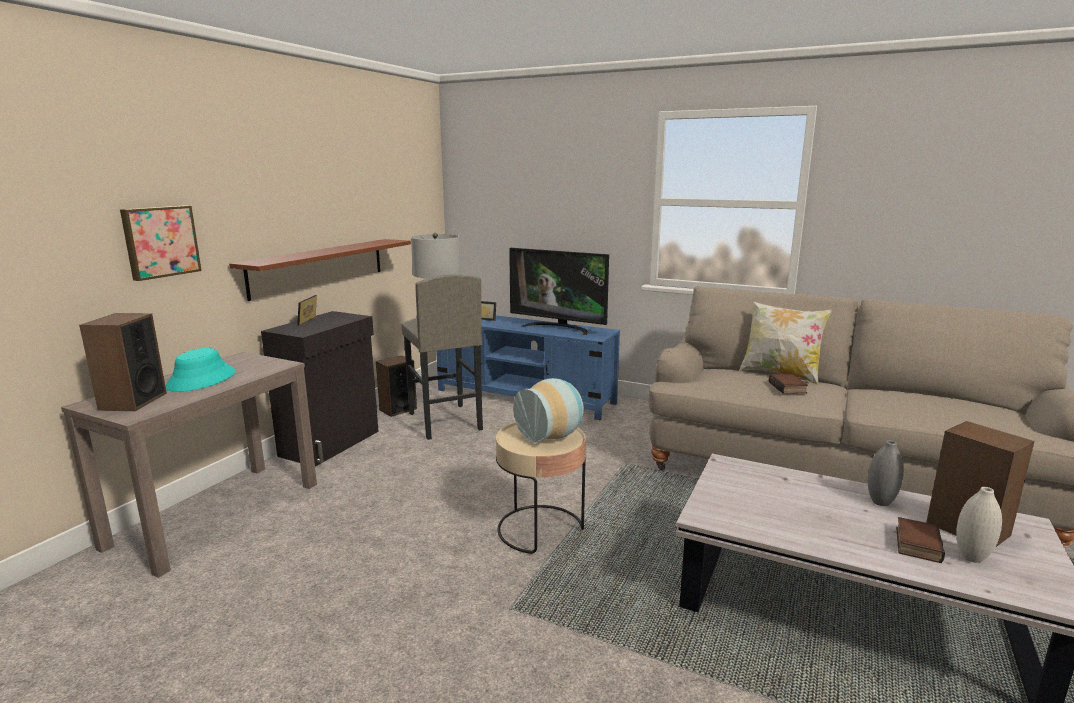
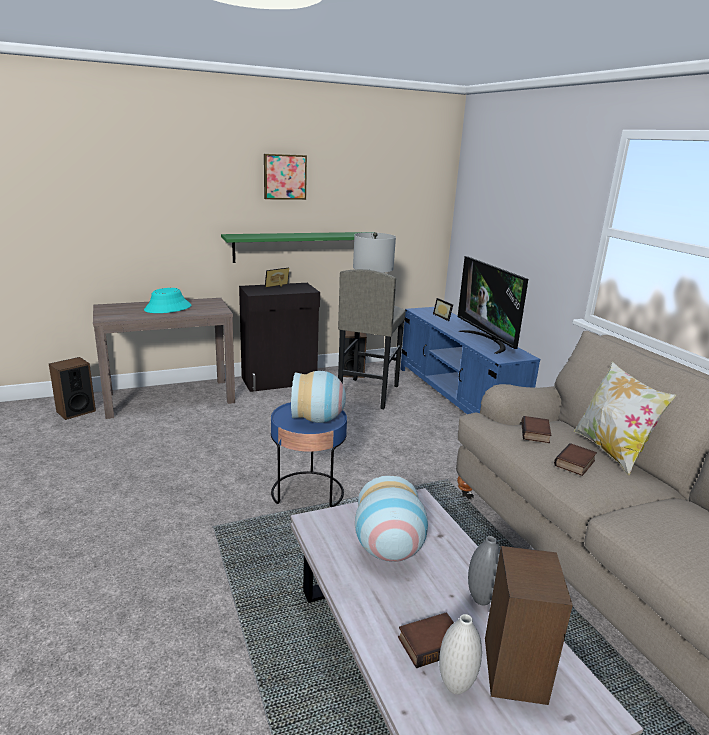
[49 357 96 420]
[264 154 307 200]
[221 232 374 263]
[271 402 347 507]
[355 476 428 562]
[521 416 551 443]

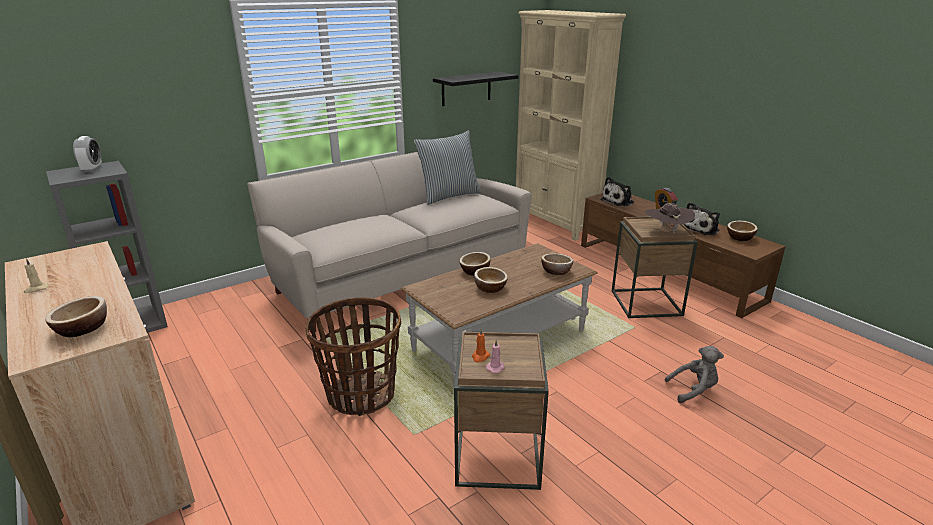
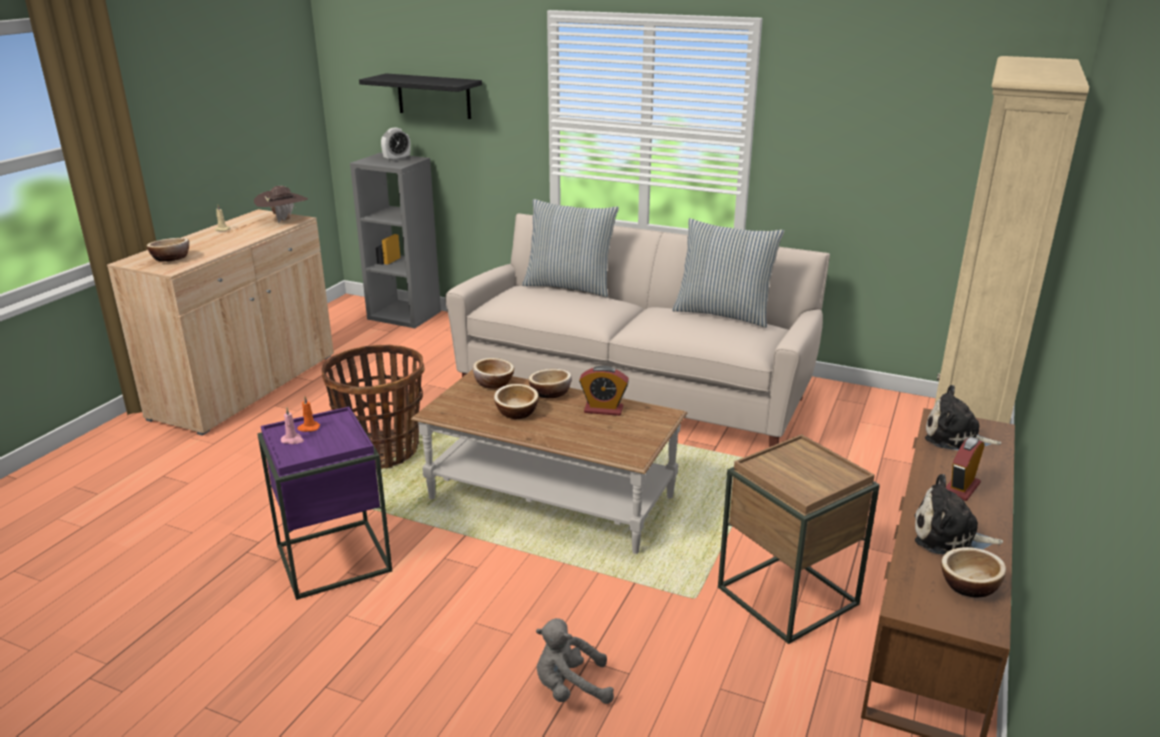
[359 73 482 119]
[257 407 392 600]
[473 358 514 389]
[254 186 308 223]
[536 618 614 704]
[522 199 619 297]
[579 366 629 416]

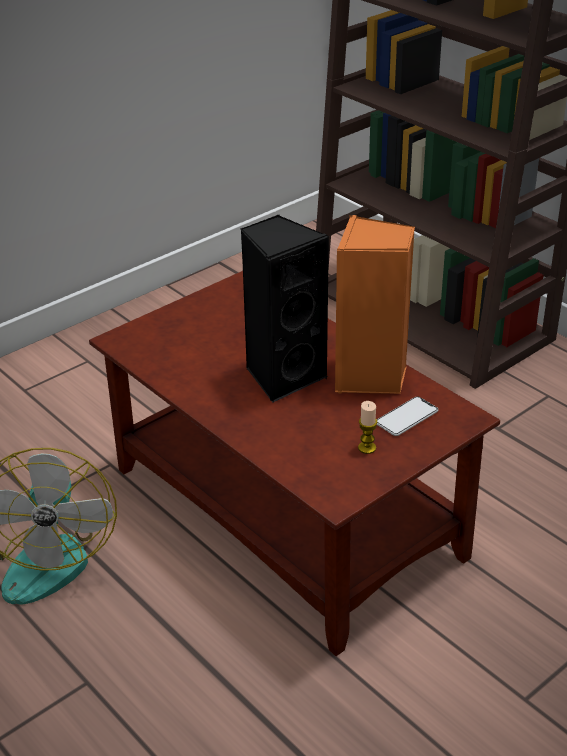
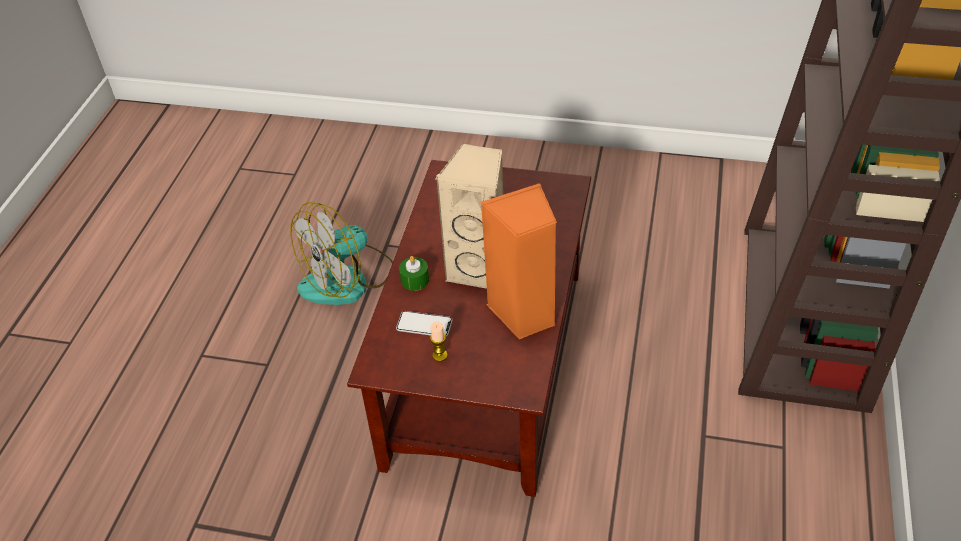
[435 144 503 289]
[396 311 453 337]
[399 256 429 291]

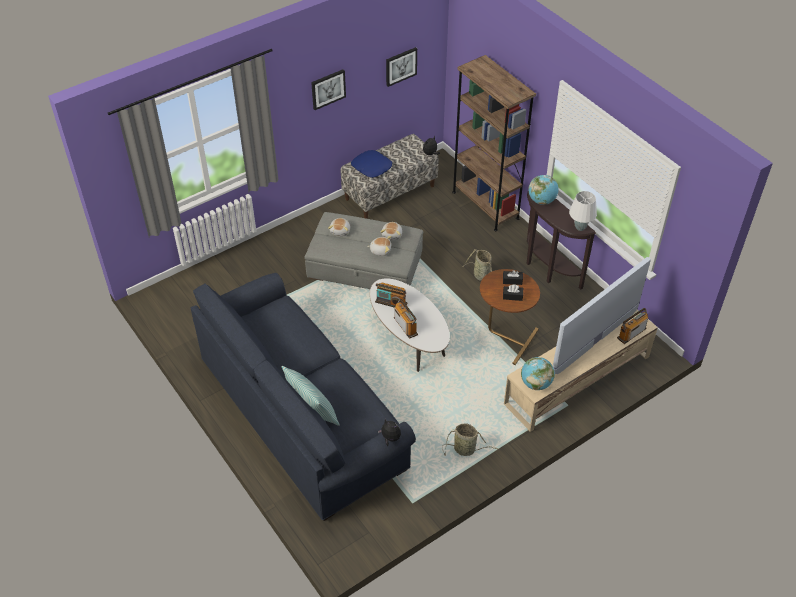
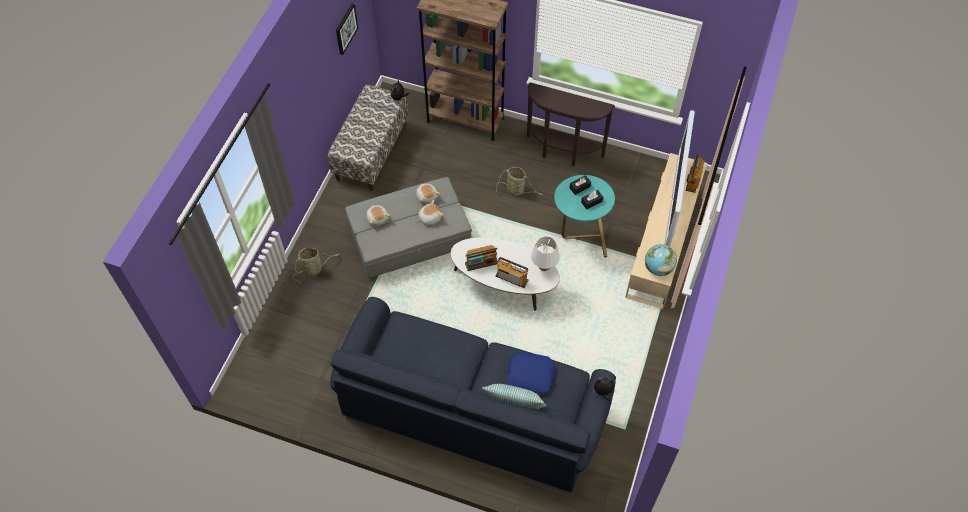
[311 69 346 110] (first image)
[507 352 555 393]
[293 247 339 284]
[554 175 615 257]
[529 175 558 205] (first image)
[531 236 560 271]

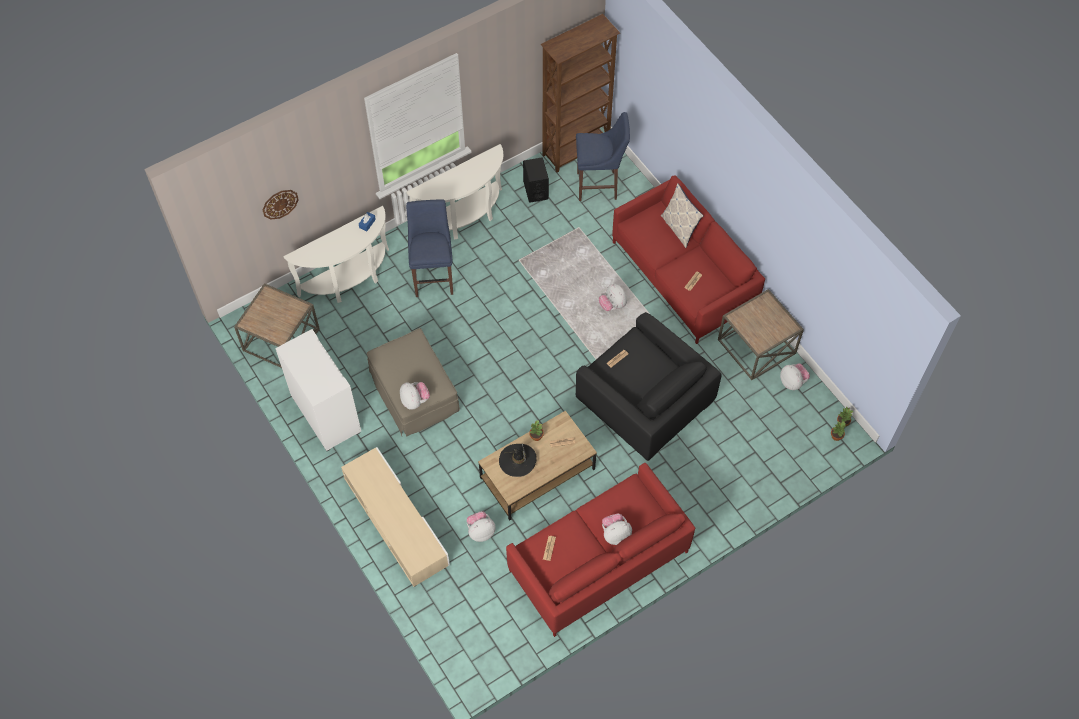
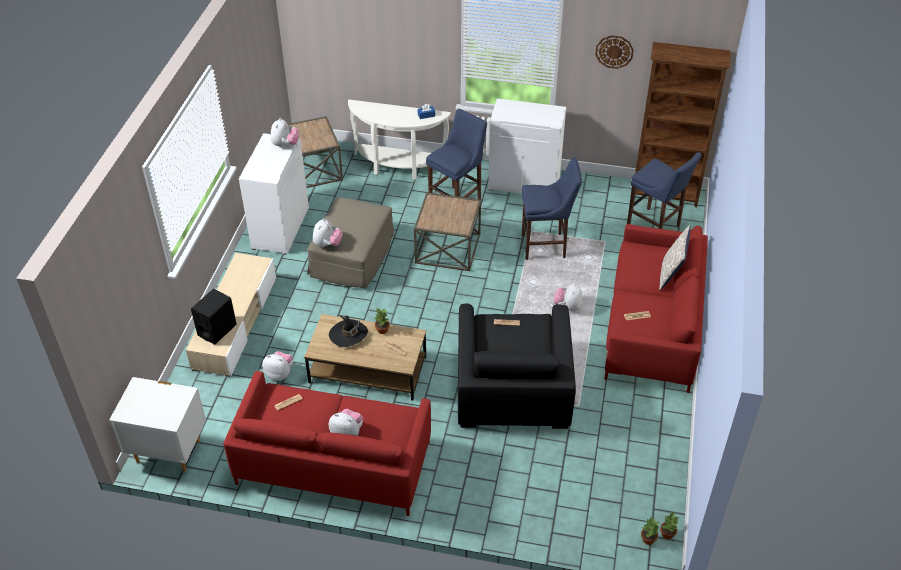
[595 35 634 69]
[488 98 566 194]
[191 289 237 345]
[414 192 481 271]
[271 118 299 148]
[109 377 206 472]
[522 158 582 260]

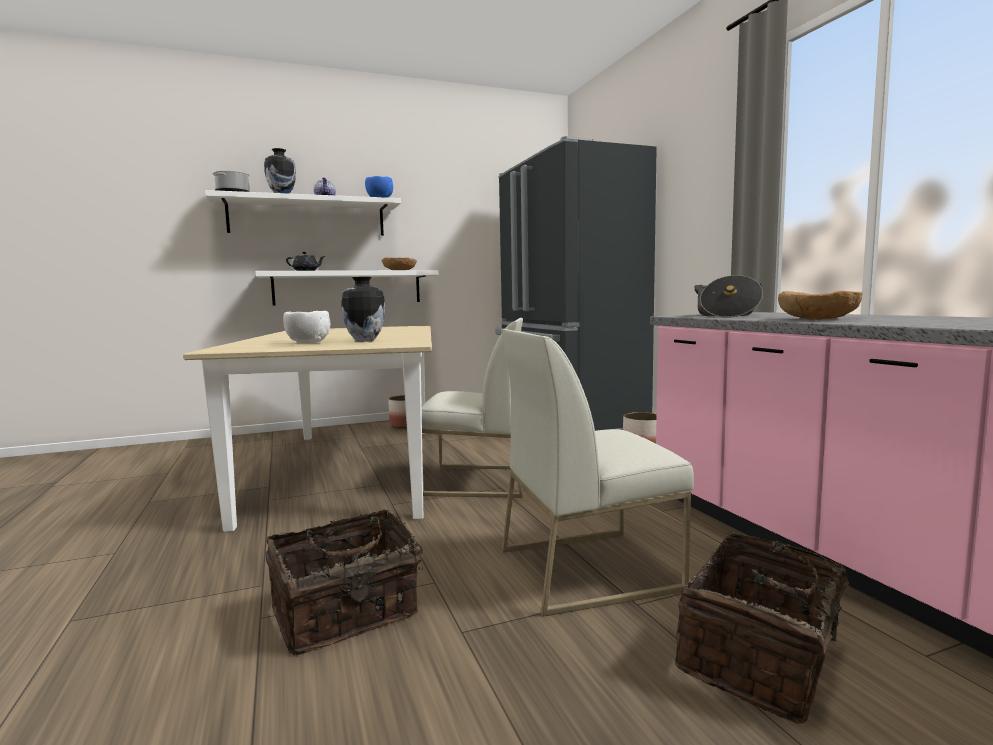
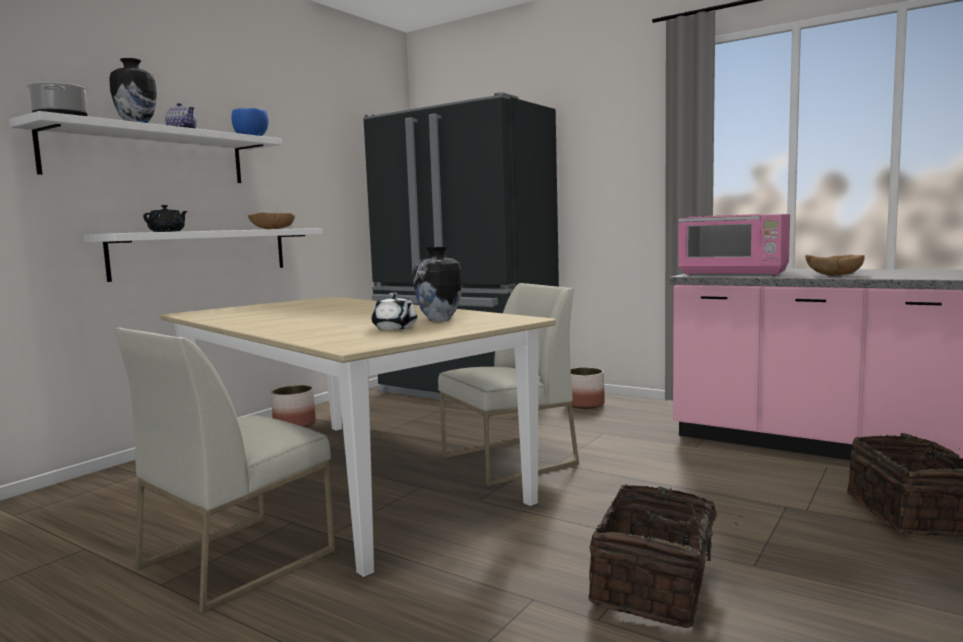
[372 293 417 330]
[115 328 335 614]
[678 214 790 276]

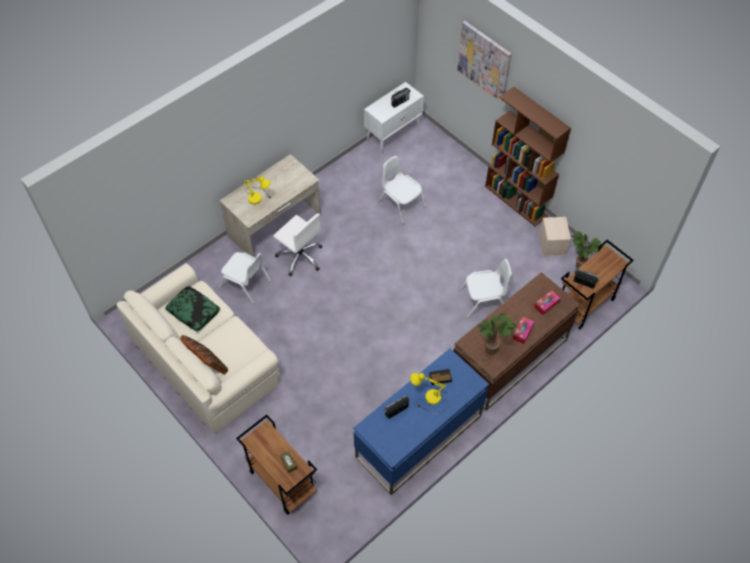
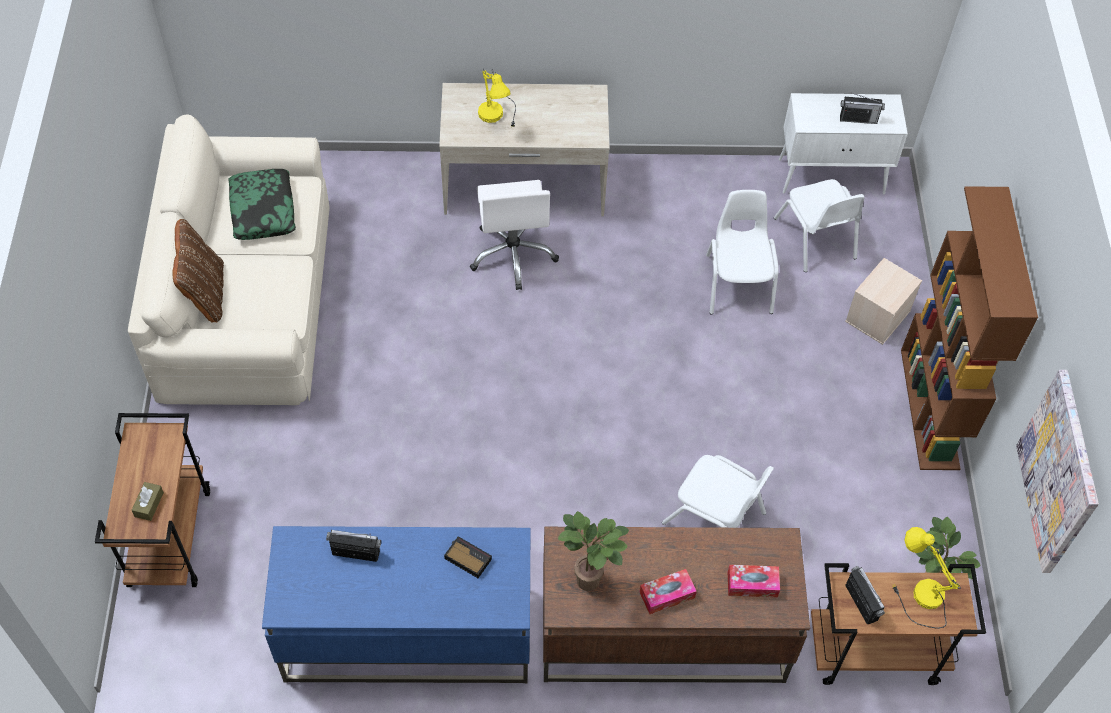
[774 179 865 272]
[892 527 961 629]
[1016 370 1099 573]
[845 258 922 345]

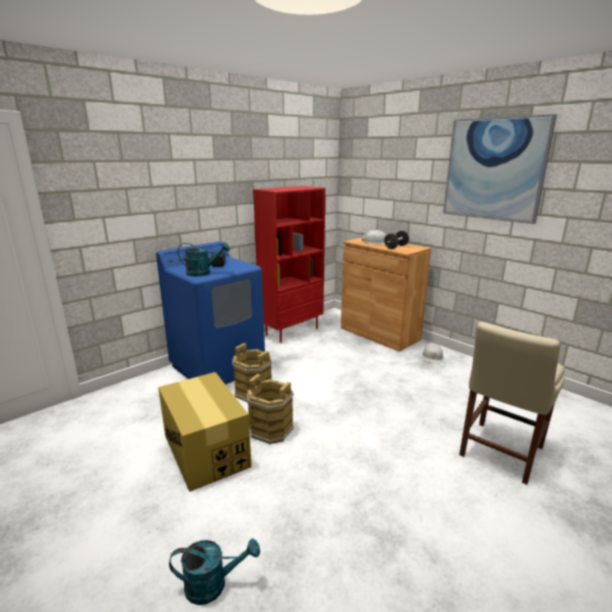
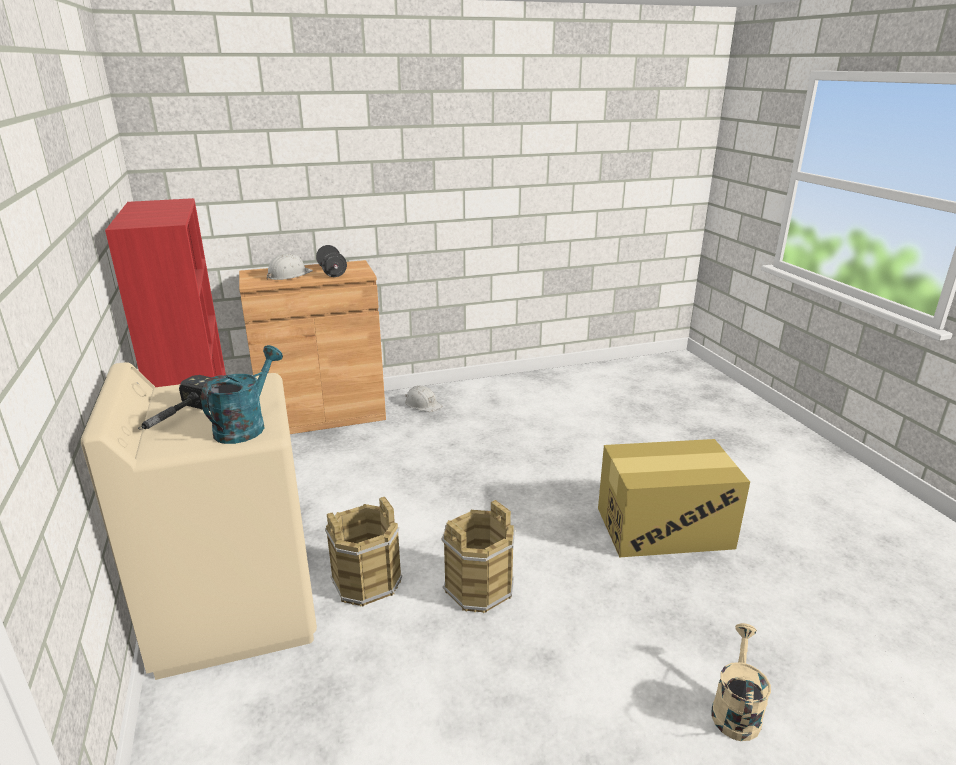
[81 362 317 680]
[598 439 750 558]
[711 623 771 741]
[443 114 557 224] (first image)
[459 322 565 485] (first image)

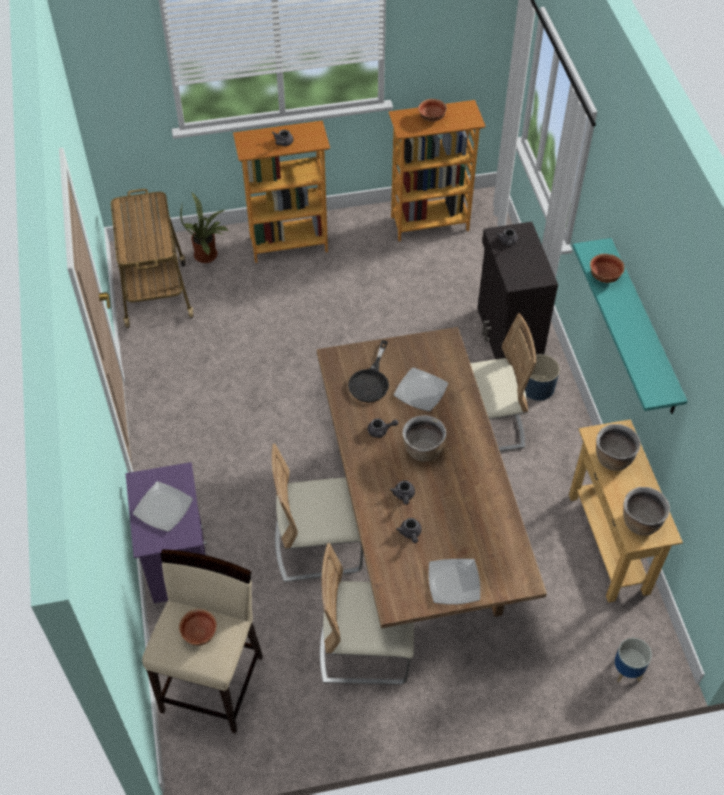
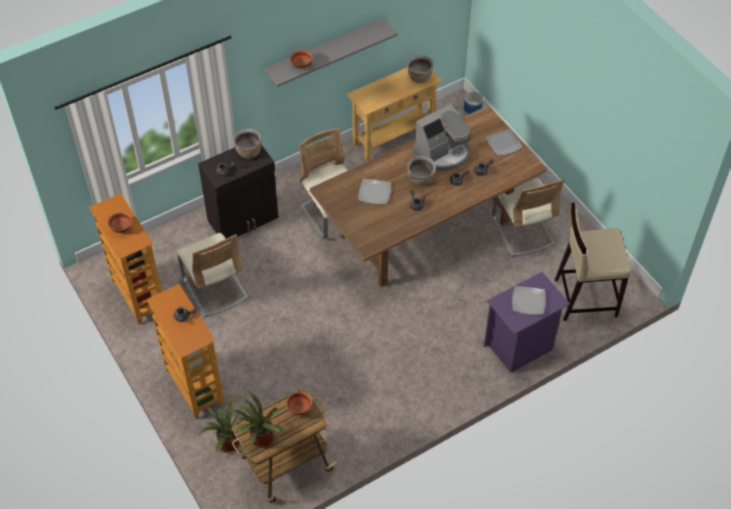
[286 392 312 415]
[177 233 249 317]
[348 340 389 402] (first image)
[525 354 560 401] (first image)
[264 18 398 87]
[233 129 261 159]
[227 390 286 448]
[413 104 471 171]

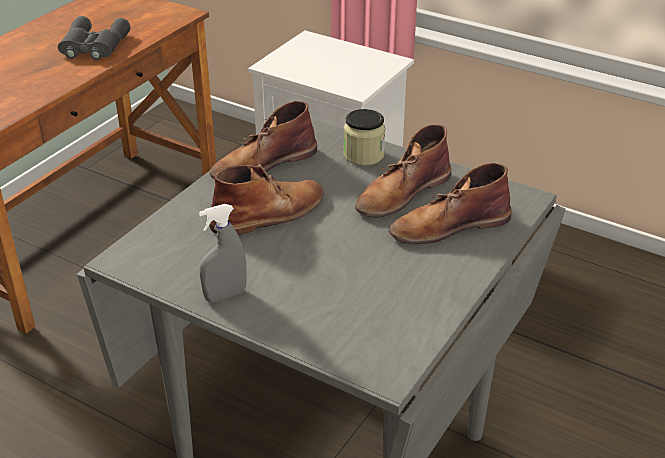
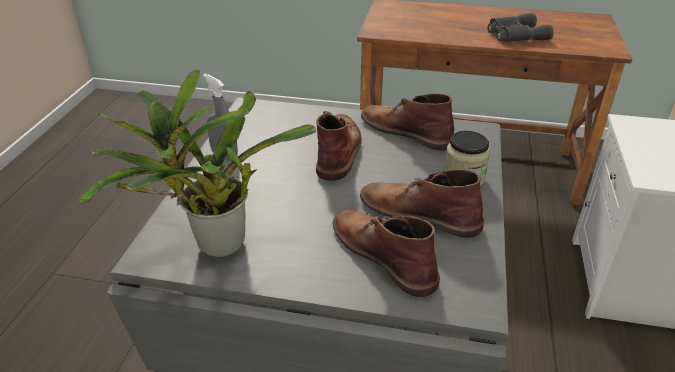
[316 111 362 181]
[79 69 316 257]

